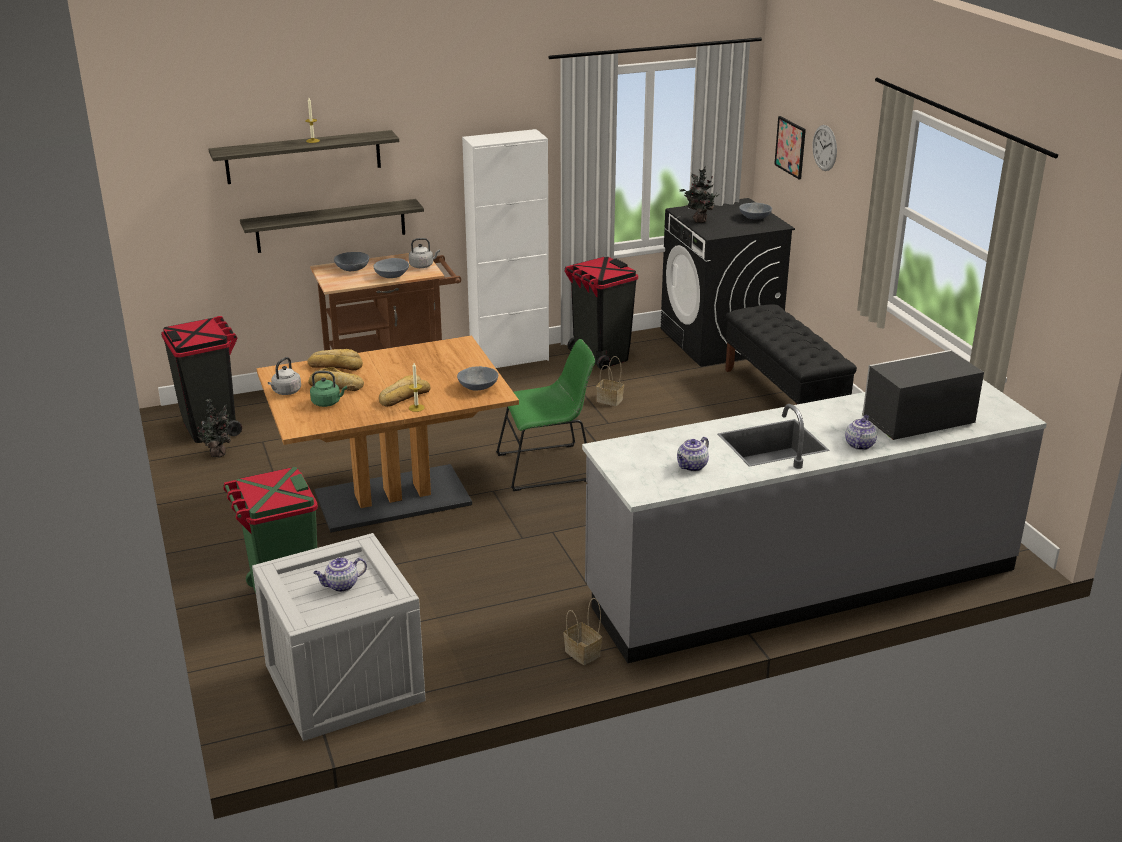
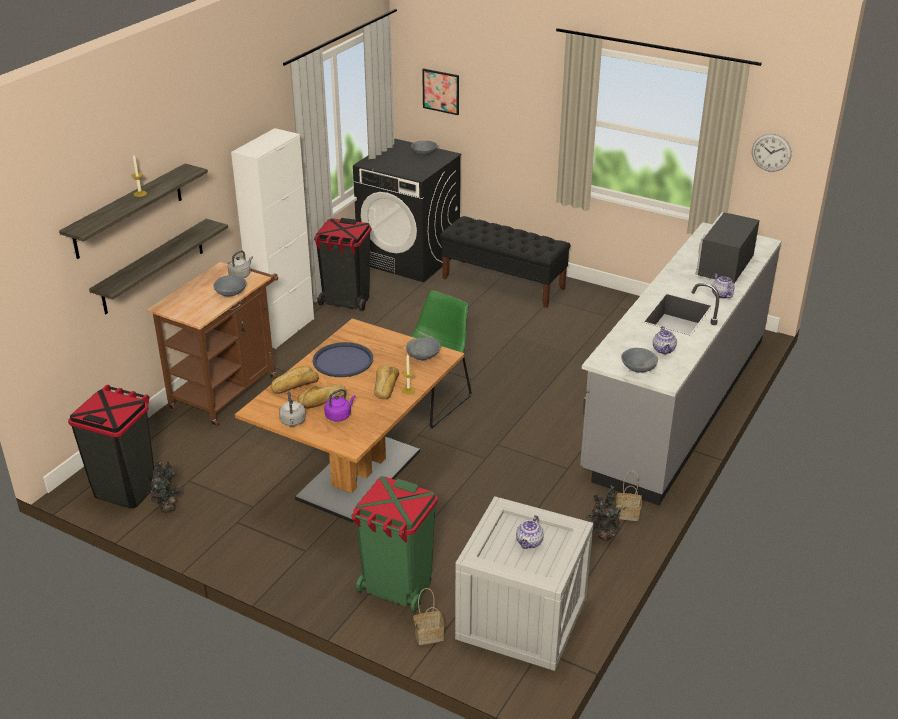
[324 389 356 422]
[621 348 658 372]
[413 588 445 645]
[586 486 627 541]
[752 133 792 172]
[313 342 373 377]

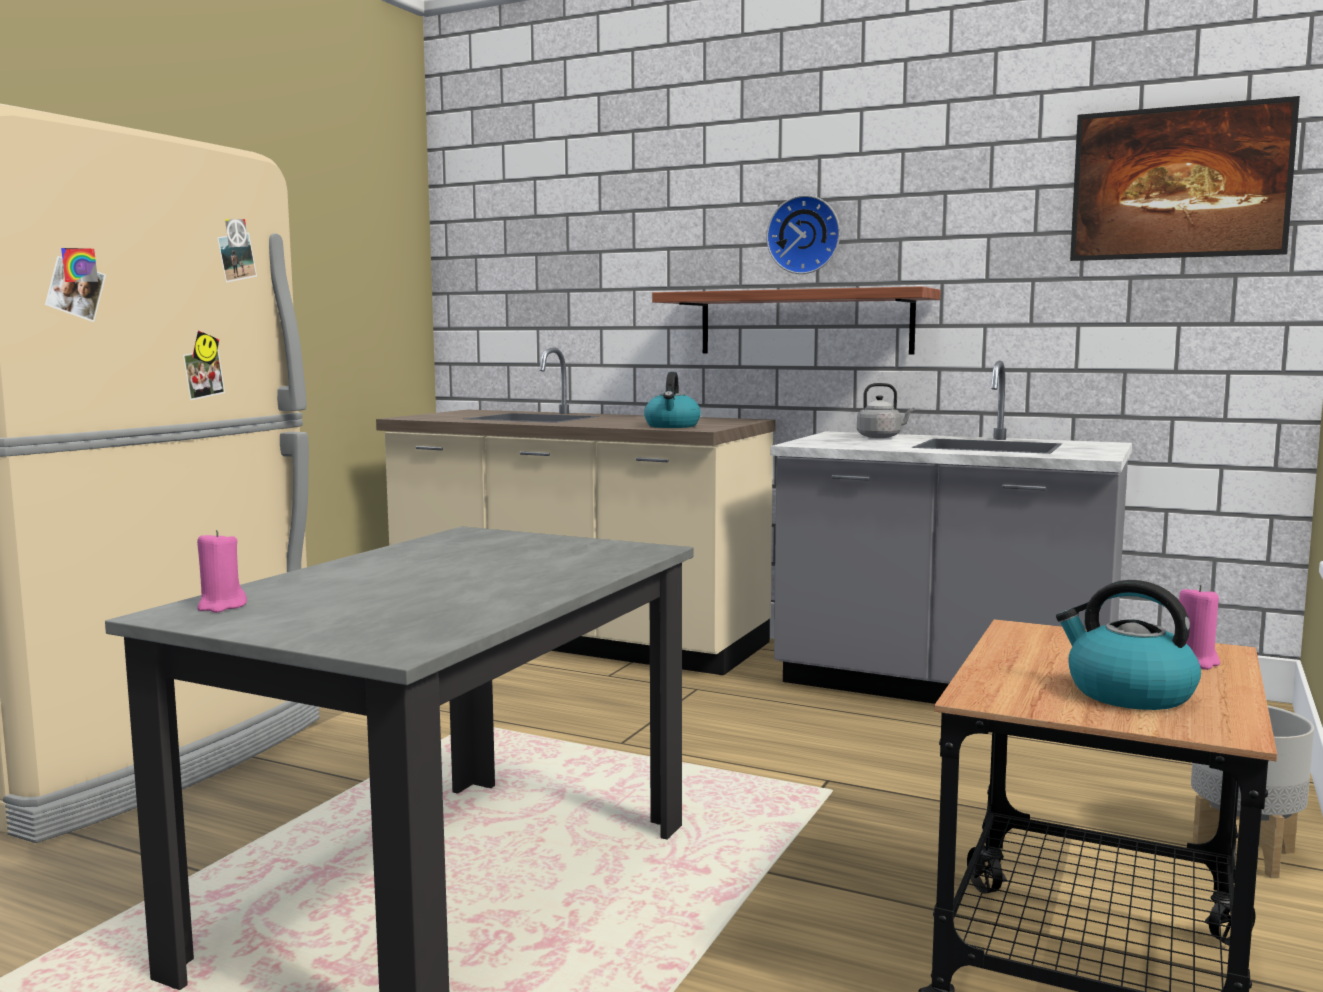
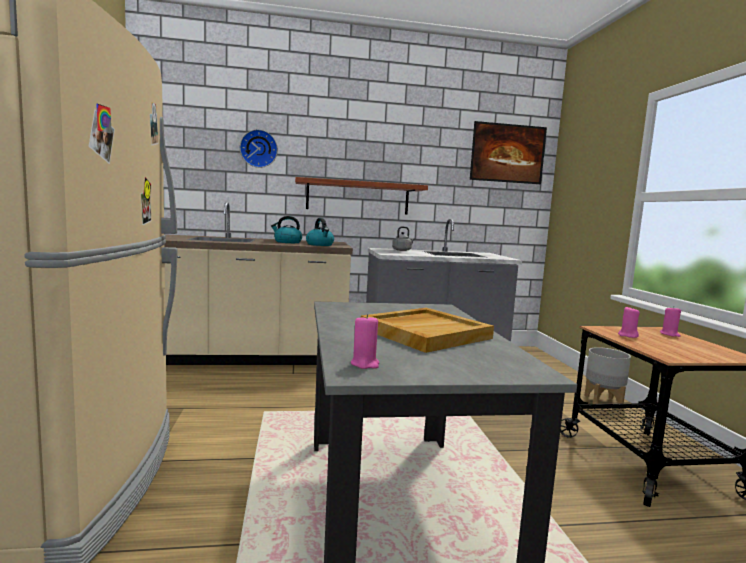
[240 129 278 168]
[271 216 302 243]
[361 308 494 353]
[618 307 640 338]

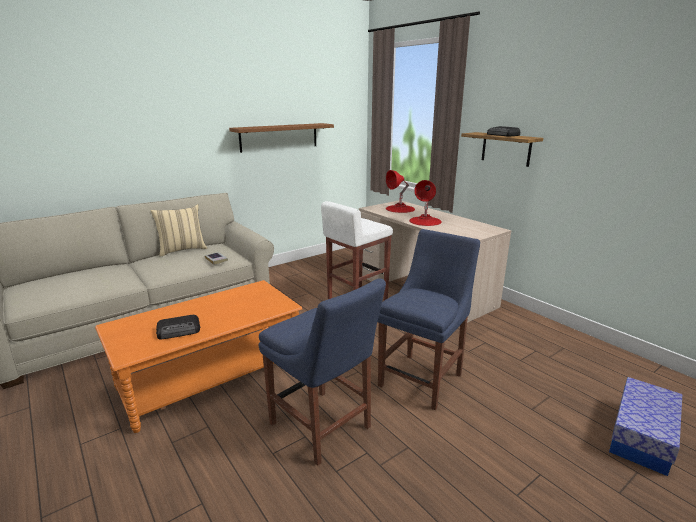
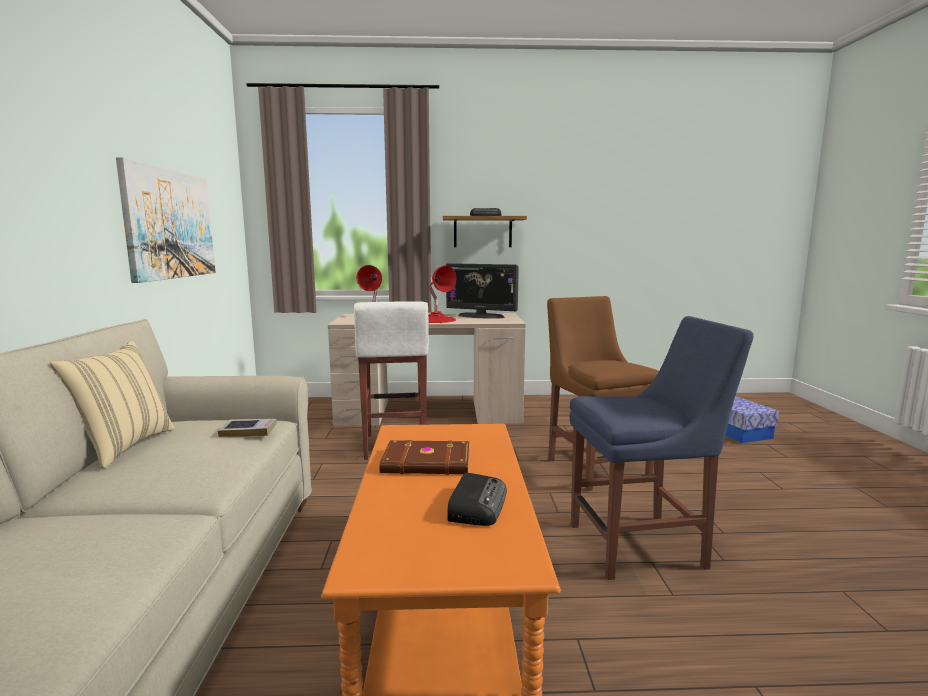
[116 157 215 283]
[547 296 659 491]
[379 440 469 475]
[446 263 519 319]

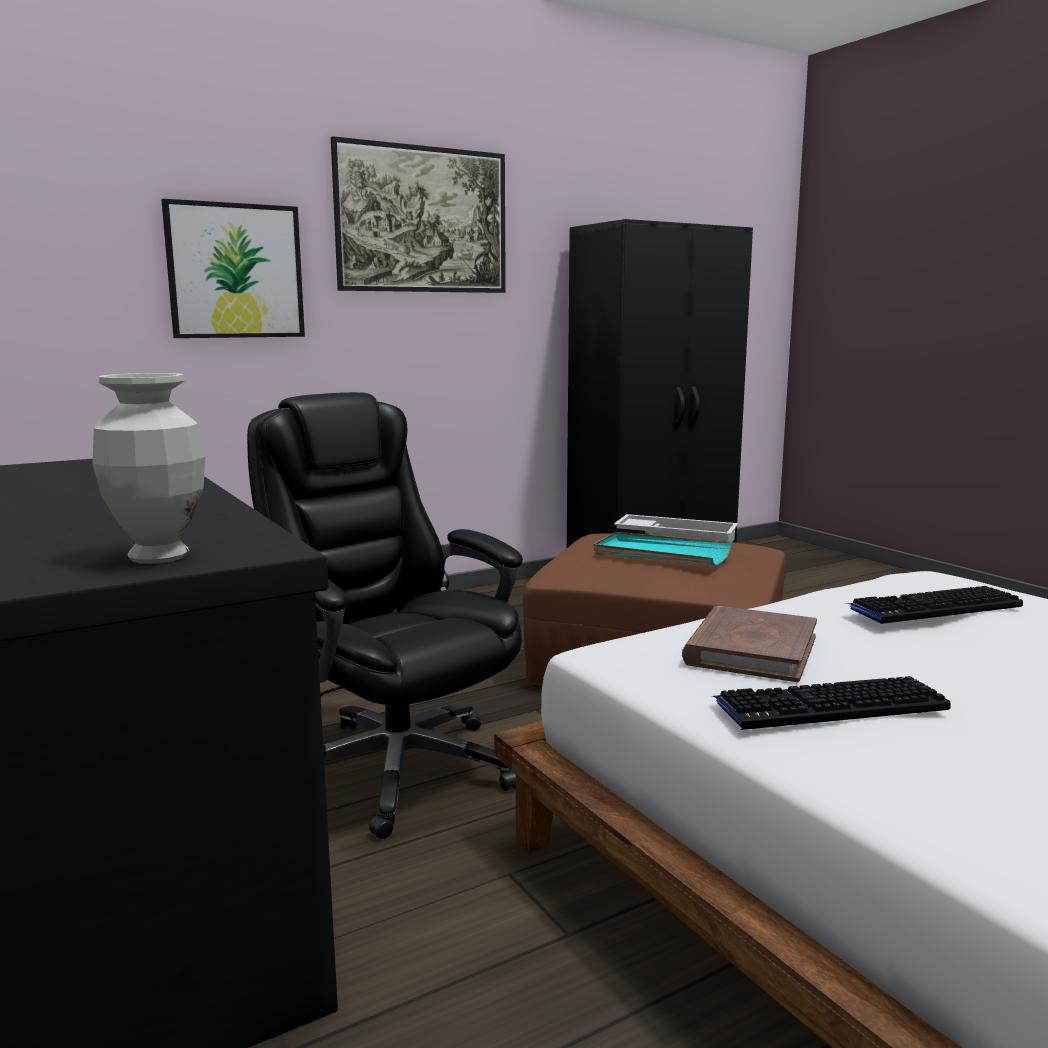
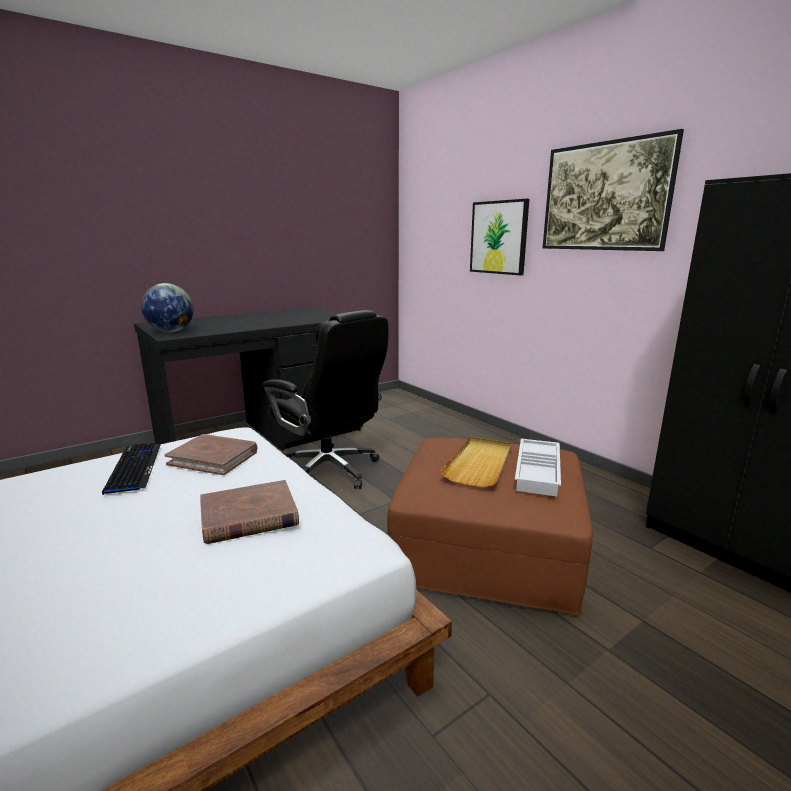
[141 283 194 332]
[263 310 389 489]
[440 437 512 488]
[200 480 299 544]

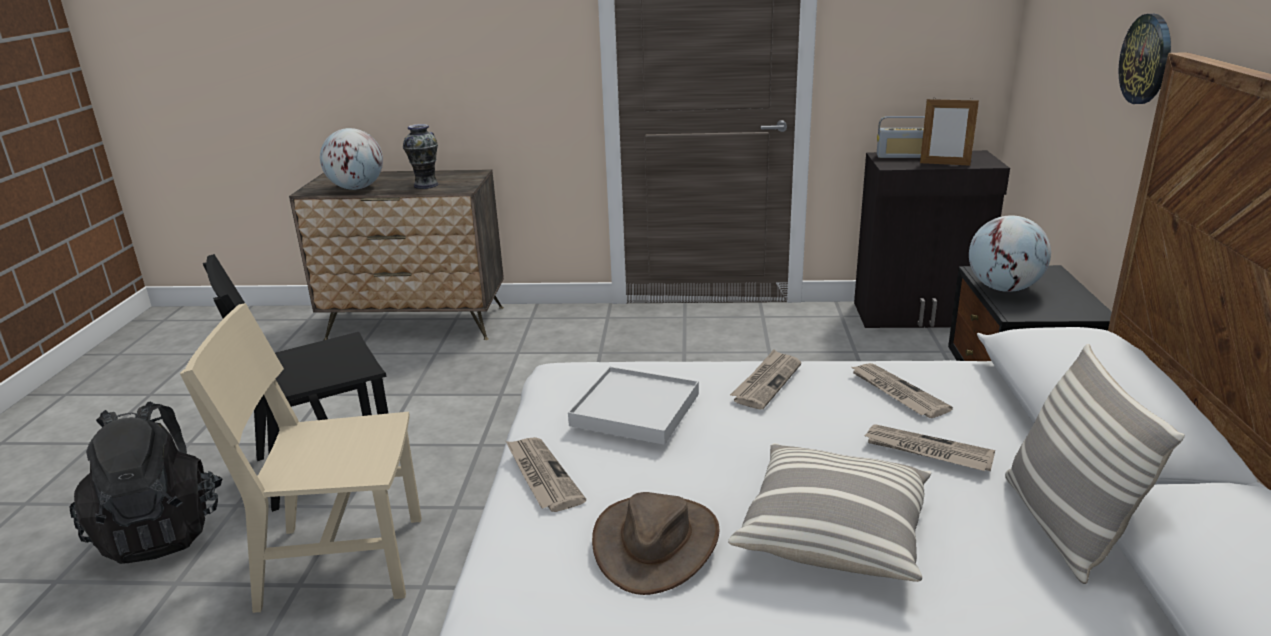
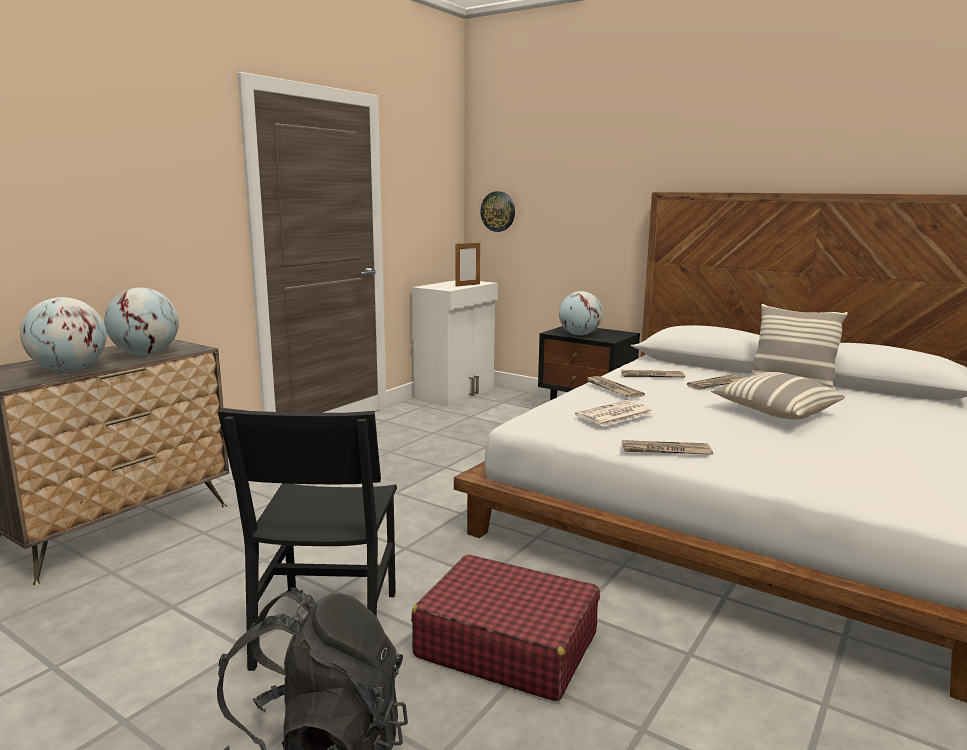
[411 555 600 701]
[104 288 179 355]
[575 400 653 426]
[592 492 720 595] (first image)
[412 280 498 406]
[877 116 925 158] (first image)
[480 191 515 232]

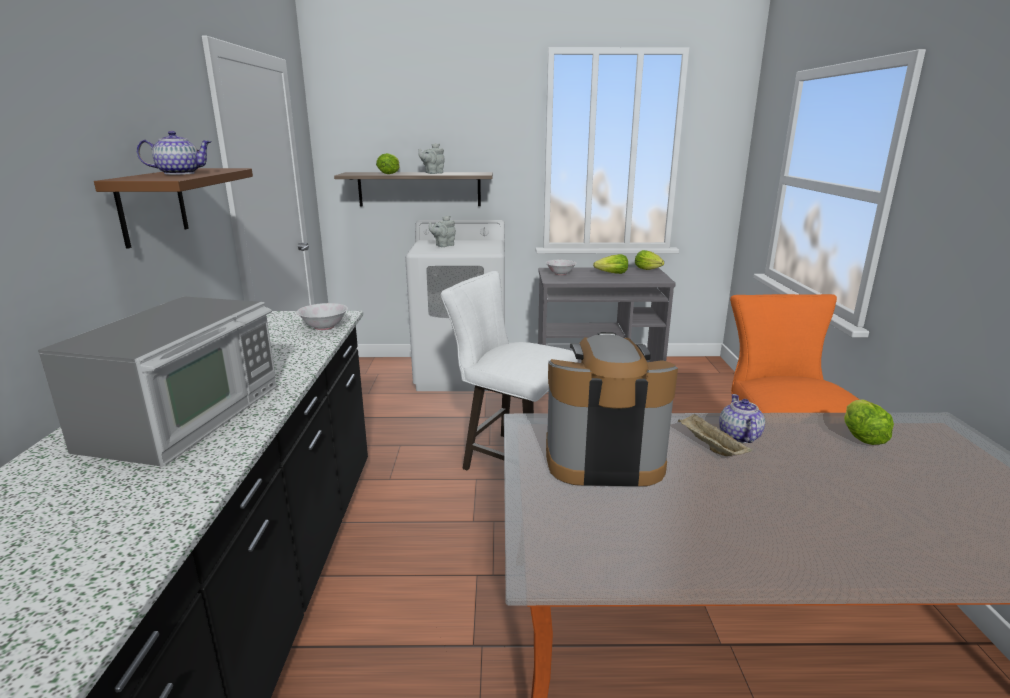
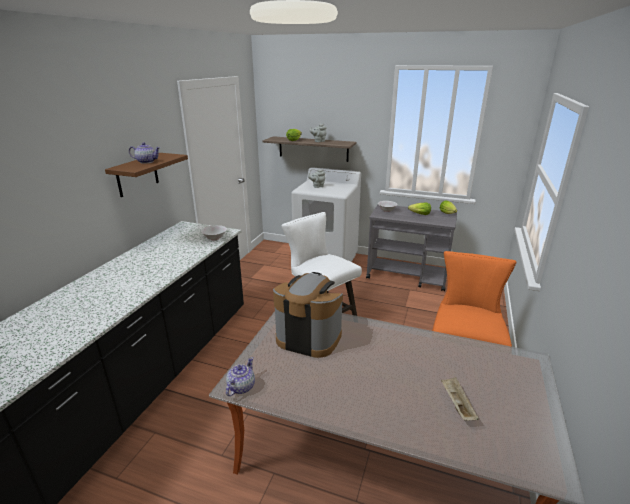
[38 296 277 466] (first image)
[441 377 479 421]
[226 357 255 396]
[844 400 894 445] (first image)

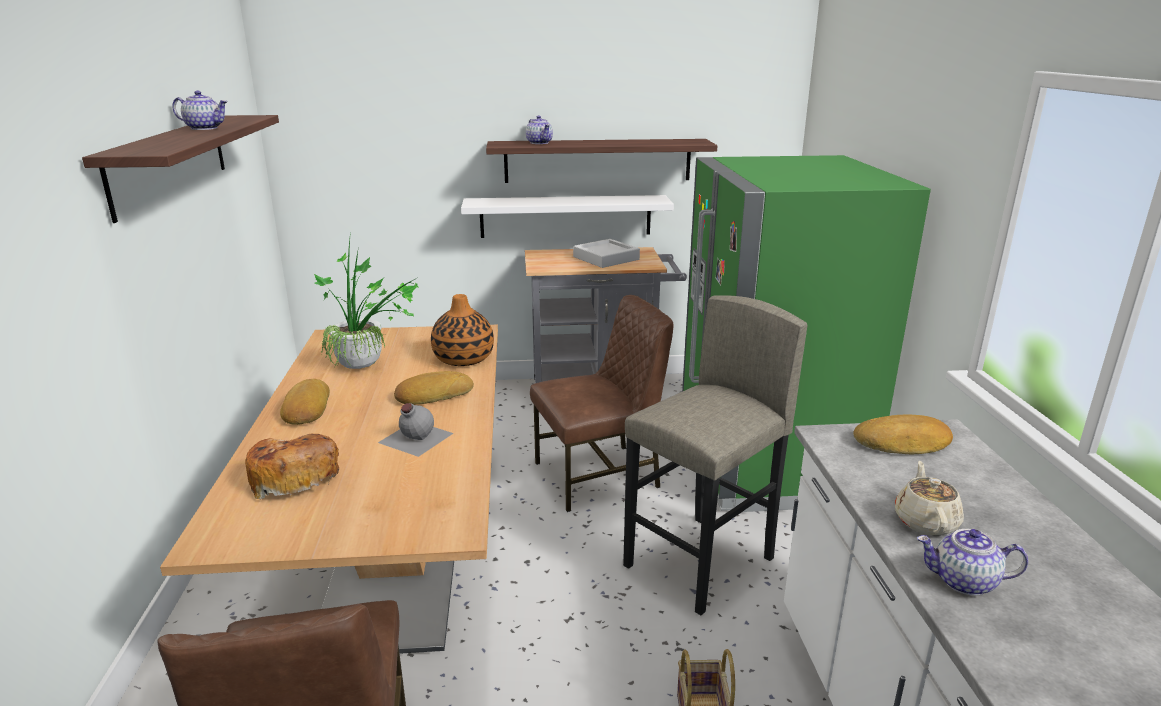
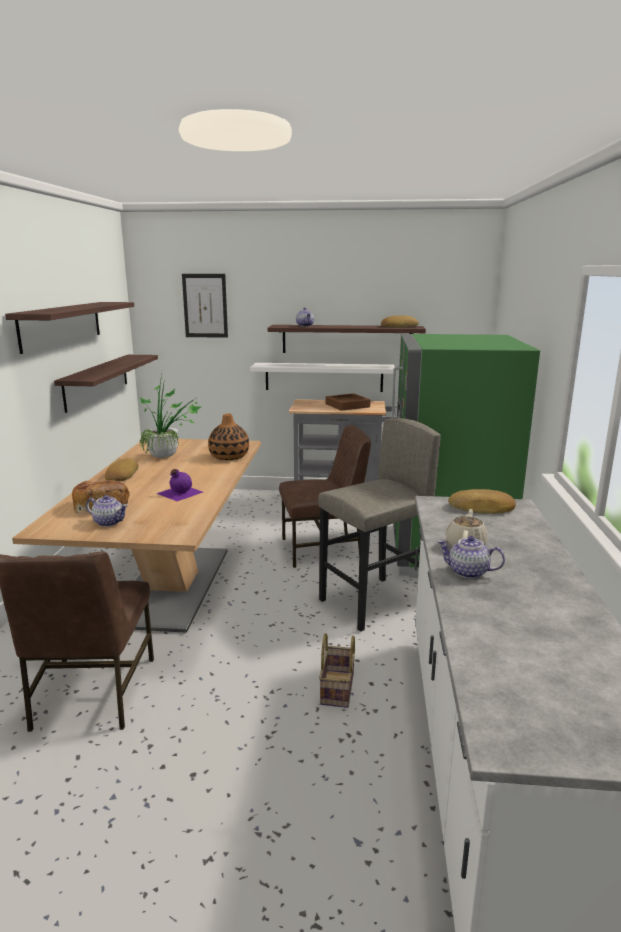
[86 495 128 527]
[156 469 203 501]
[381 316 419 327]
[325 393 370 411]
[54 355 158 413]
[182 274 228 338]

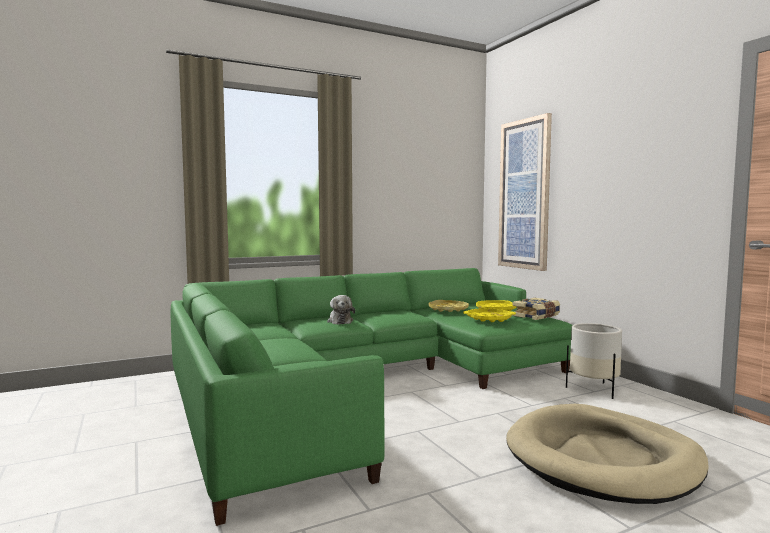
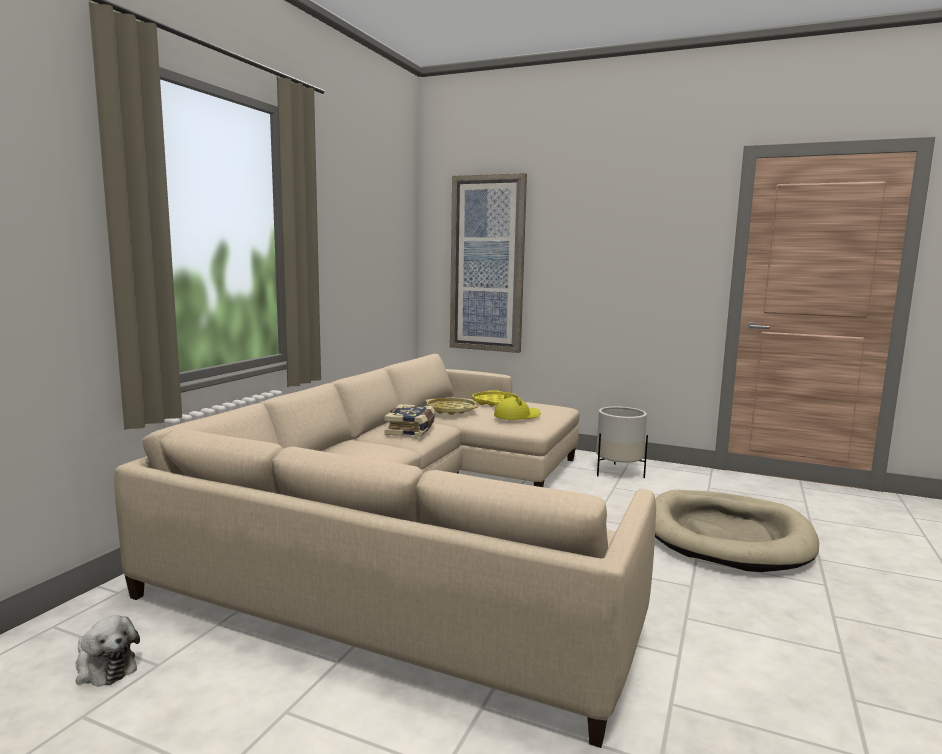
[114 354 656 748]
[76 615 140 687]
[494 393 541 420]
[384 404 435 437]

